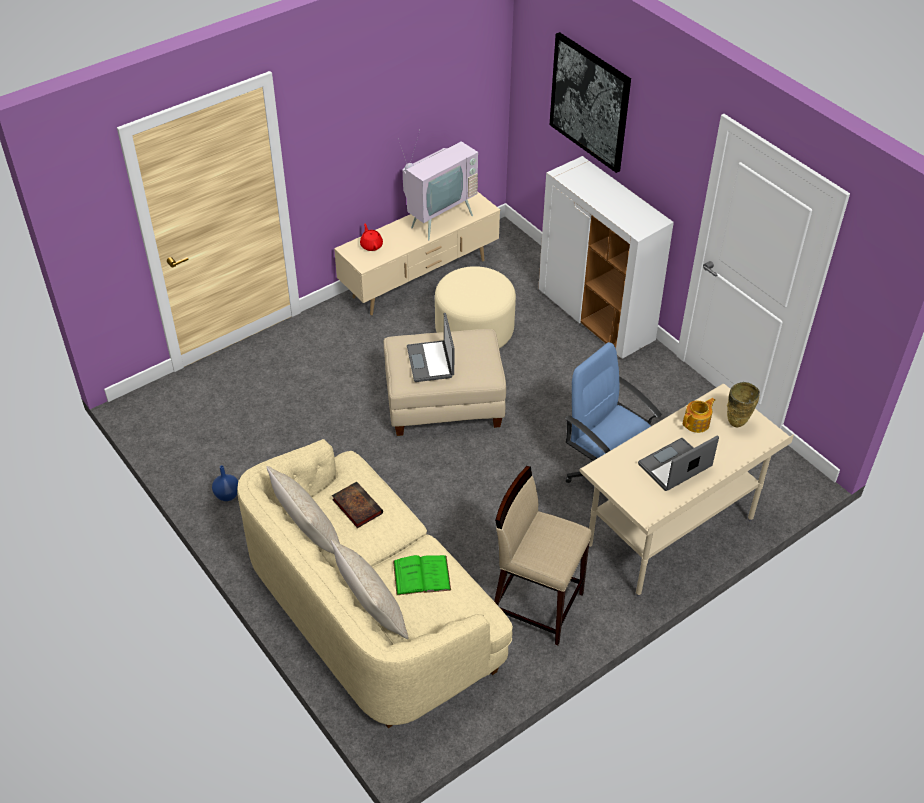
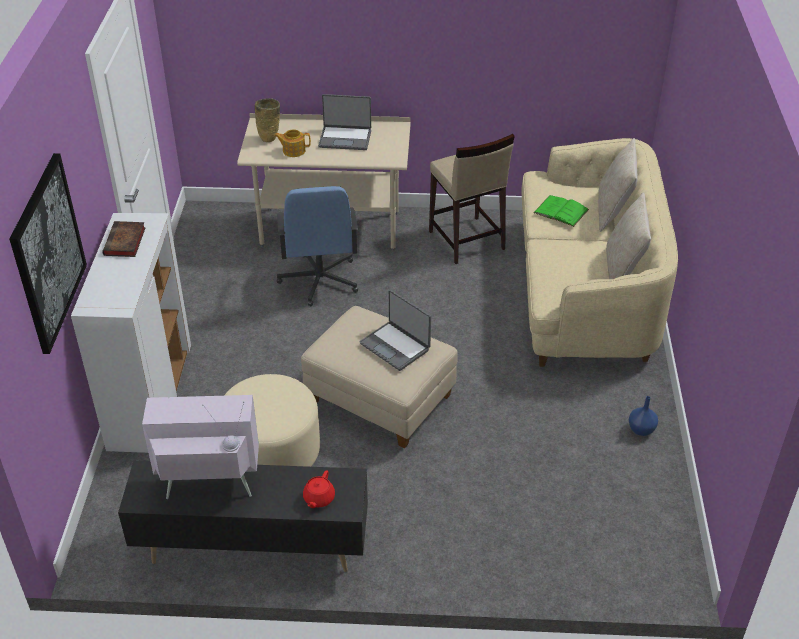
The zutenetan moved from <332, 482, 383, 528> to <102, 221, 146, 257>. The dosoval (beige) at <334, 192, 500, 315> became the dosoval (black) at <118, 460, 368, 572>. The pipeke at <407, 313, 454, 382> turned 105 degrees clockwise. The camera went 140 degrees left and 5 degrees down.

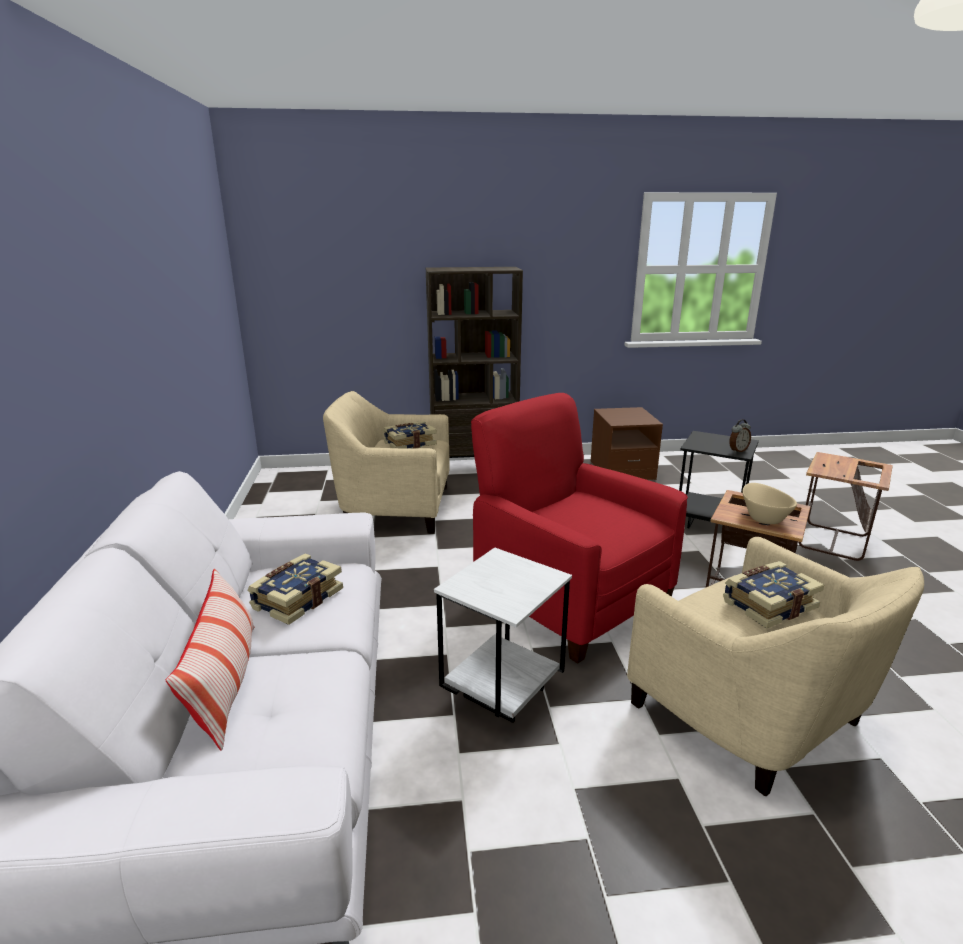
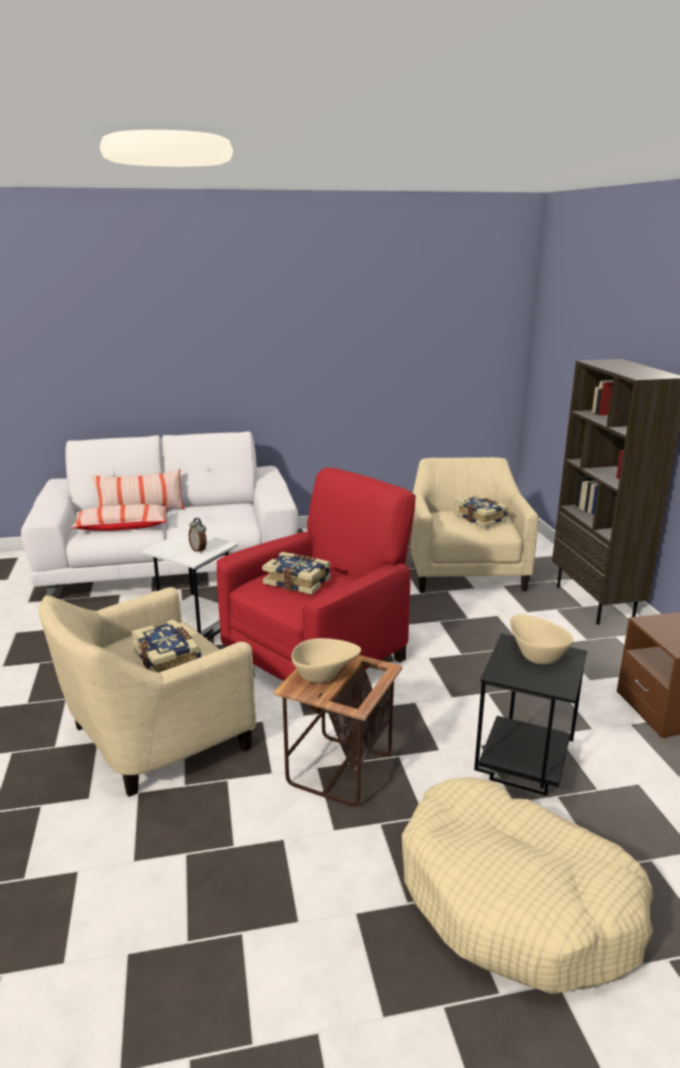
The zutenetan moved from <247, 553, 343, 625> to <262, 552, 331, 595>. The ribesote moved from <729, 419, 751, 453> to <189, 518, 207, 553>. The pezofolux at <798, 452, 893, 561> was replaced by the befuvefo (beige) at <402, 777, 653, 994>. The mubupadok at <71, 504, 167, 531> appeared. The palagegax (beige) at <510, 614, 573, 665> appeared. The camera went 85 degrees right and 0 degrees up.

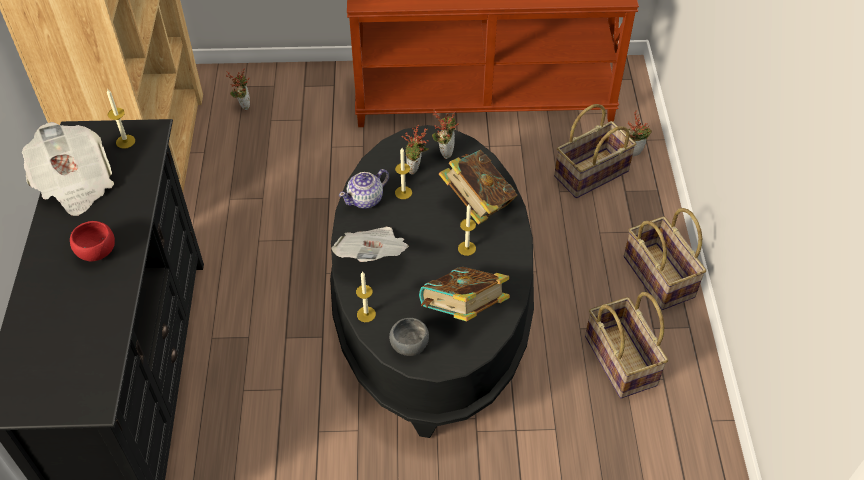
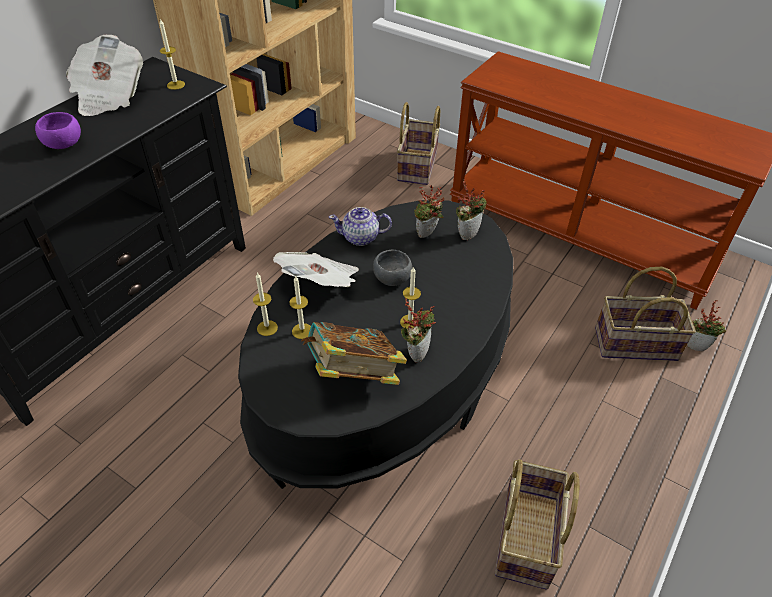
The palagegax (red) at <70, 221, 115, 261> became the palagegax (purple) at <35, 112, 81, 149>. The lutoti moved from <226, 68, 250, 110> to <401, 298, 436, 363>. The palagegax (grey) moved from <389, 318, 429, 356> to <373, 250, 412, 286>. The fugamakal moved from <395, 148, 412, 199> to <290, 275, 311, 339>. The zutenetan at <439, 150, 517, 225> disappeared. The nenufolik moved from <624, 208, 706, 310> to <397, 102, 440, 185>. The camera went 35 degrees right and 5 degrees down.

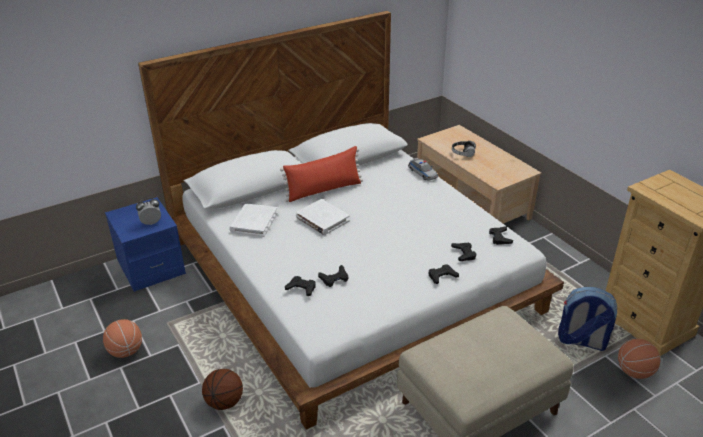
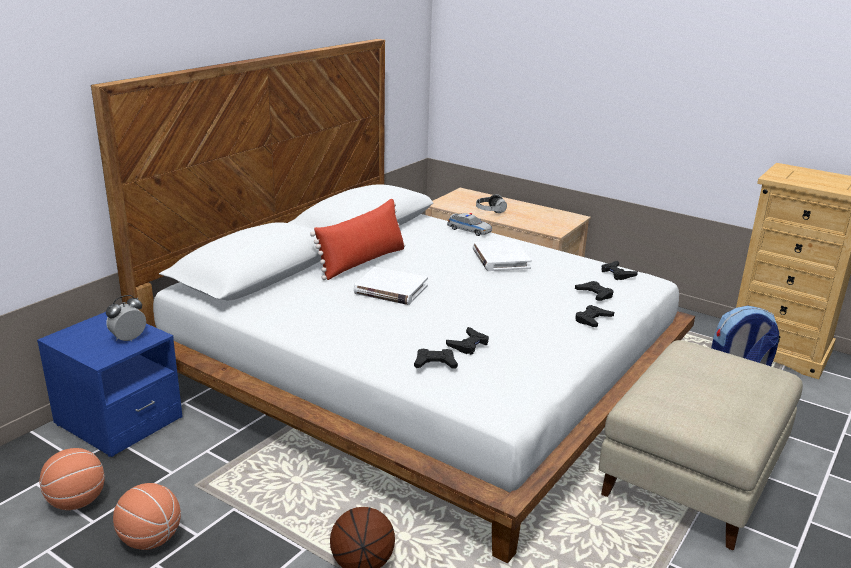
The zutenetan (white) moved from <229, 204, 278, 237> to <473, 240, 532, 271>. The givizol moved from <618, 339, 660, 379> to <40, 448, 105, 510>. The camera went 25 degrees left and 10 degrees down.

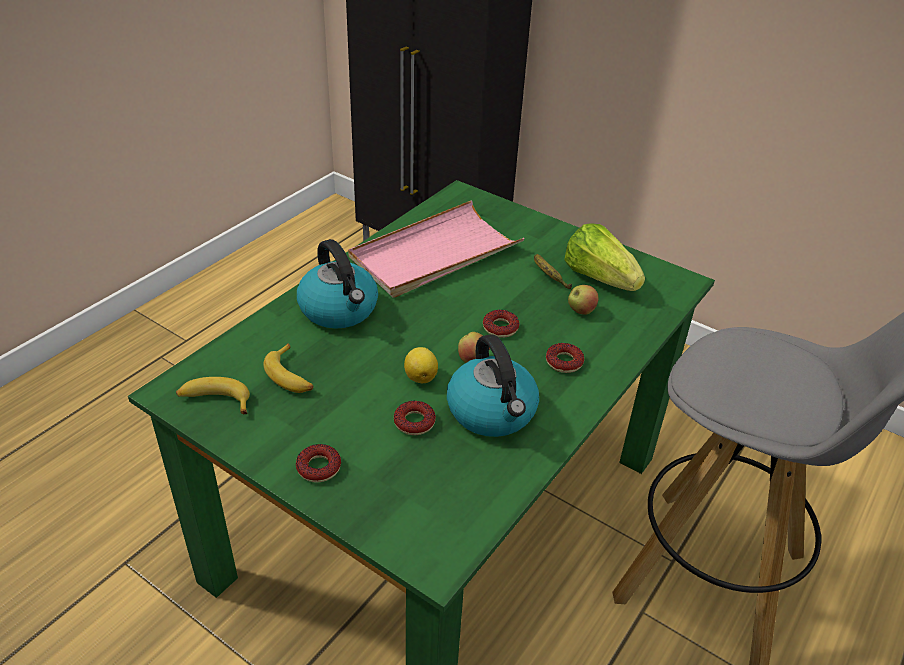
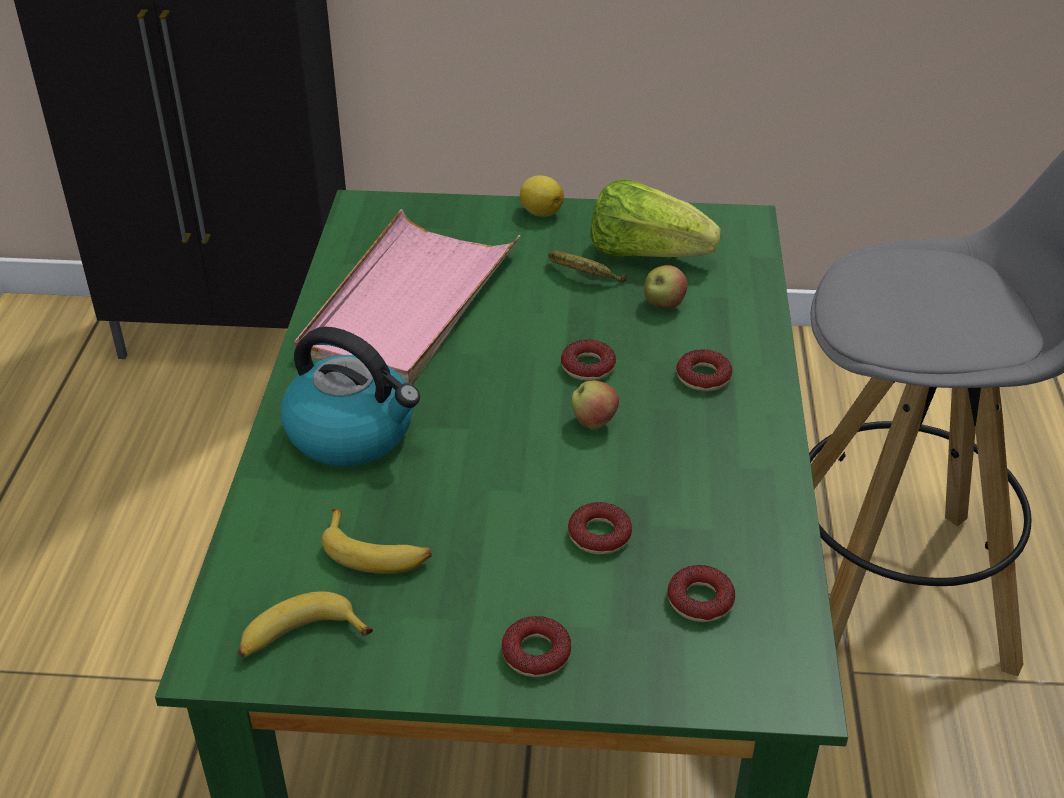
The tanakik moved from <404, 347, 438, 383> to <520, 175, 564, 217>. The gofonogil at <447, 334, 539, 437> disappeared. The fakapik at <667, 565, 735, 622> appeared. The camera went 30 degrees left and 0 degrees up.

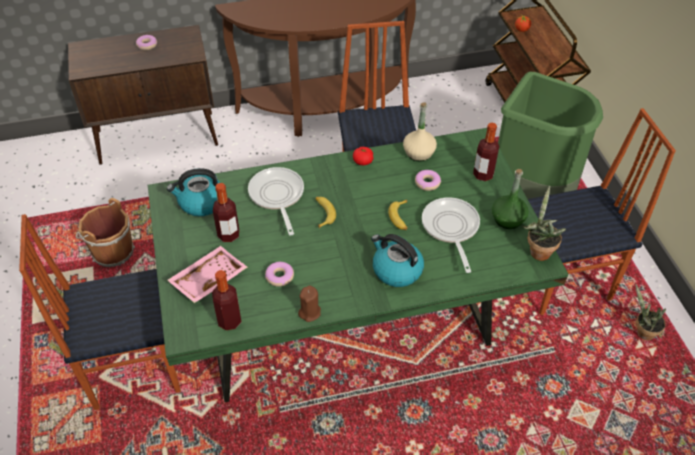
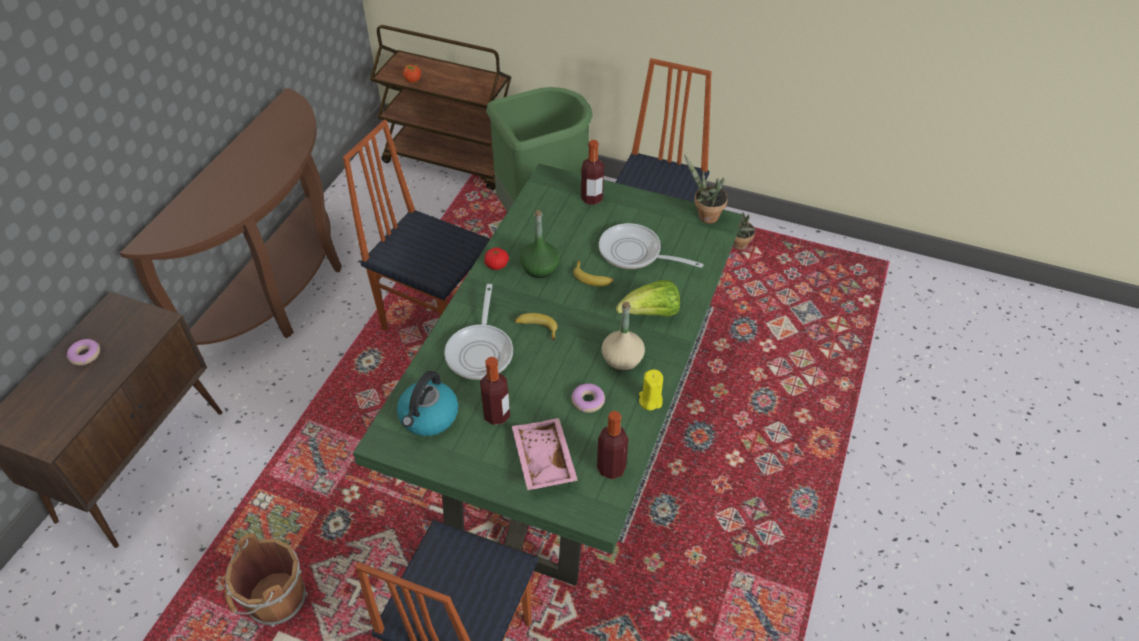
The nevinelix at <248, 167, 304, 236> turned 105 degrees counterclockwise. The fugamakal (brown) at <298, 286, 321, 322> became the fugamakal (yellow) at <639, 369, 663, 410>. The gofonogil at <371, 234, 424, 287> was replaced by the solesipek at <616, 280, 680, 317>. The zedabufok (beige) moved from <403, 102, 437, 161> to <602, 302, 645, 371>. The fakapik at <415, 170, 441, 191> disappeared. The zedabufok (green) moved from <492, 169, 529, 229> to <520, 210, 560, 278>. The camera went 55 degrees left and 0 degrees up.

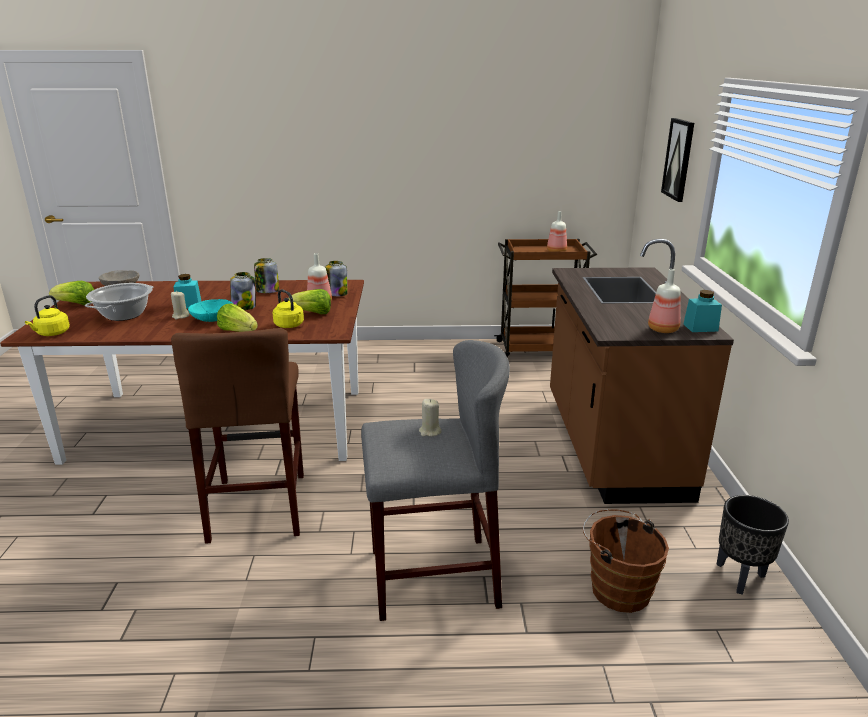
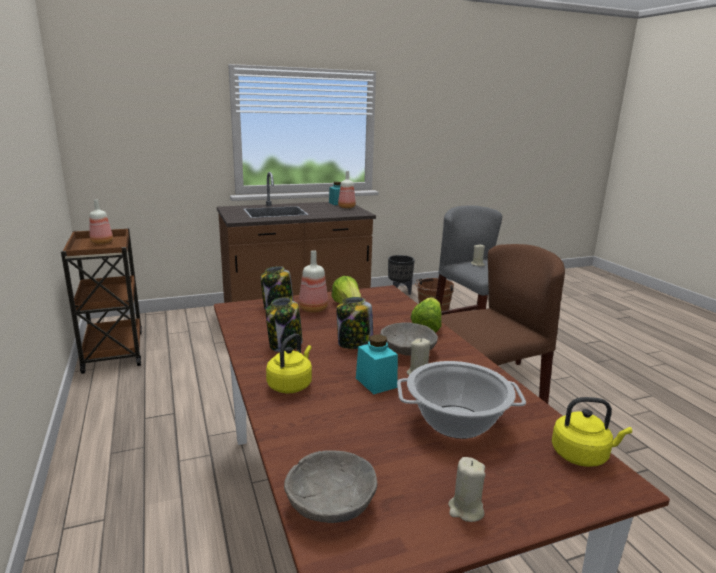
The solesipek at <49, 281, 94, 305> was replaced by the fugamakal (beige) at <448, 457, 485, 522>. The palagegax (turquoise) at <188, 299, 232, 322> became the palagegax (grey) at <380, 322, 438, 356>. The gofonogil (yellow) moved from <273, 289, 304, 328> to <266, 333, 312, 393>. The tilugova at <661, 118, 694, 202> disappeared. The camera went 110 degrees left and 5 degrees down.

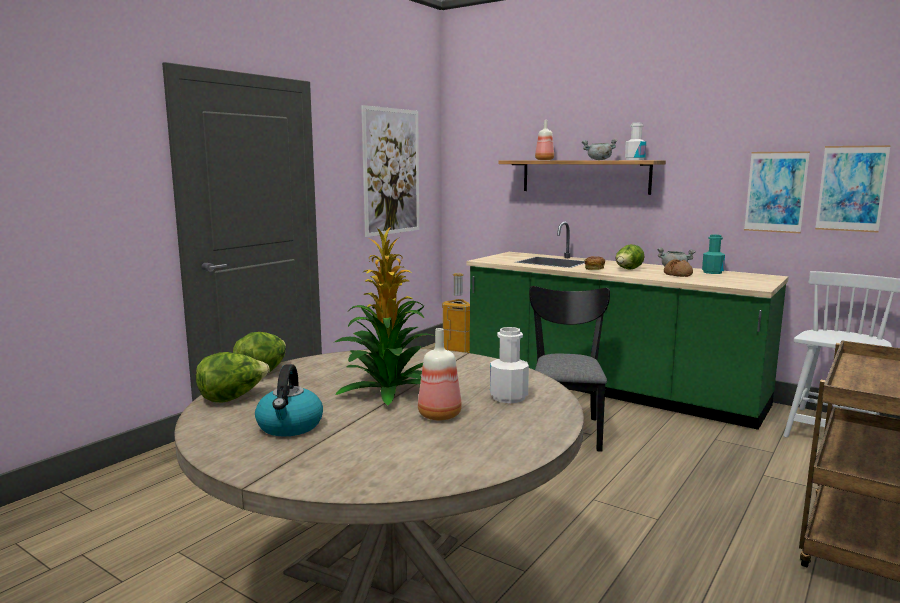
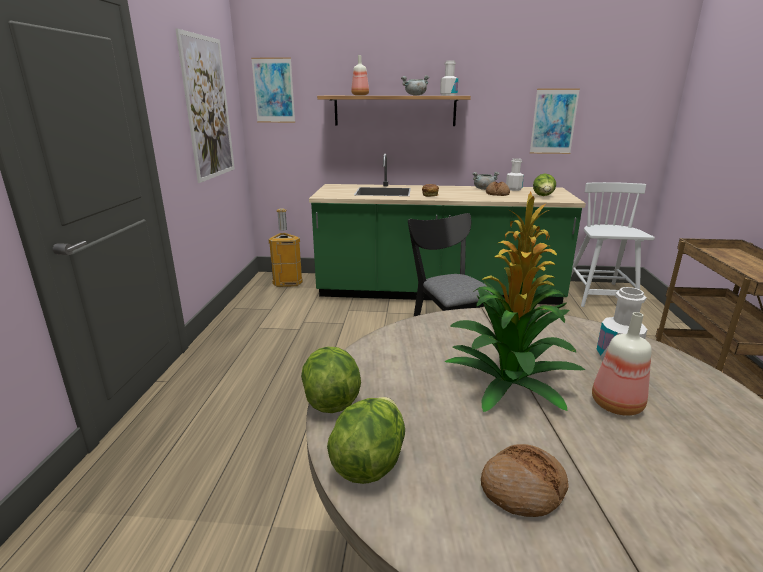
The gofonogil at <255, 364, 323, 437> was replaced by the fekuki at <481, 444, 569, 517>. The solesipek moved from <615, 244, 645, 270> to <533, 173, 556, 196>. The zedabufok (turquoise) at <702, 235, 725, 274> became the zedabufok (white) at <506, 158, 524, 191>. The tilugova moved from <815, 145, 891, 232> to <251, 57, 295, 123>. The camera went 30 degrees left and 10 degrees up.

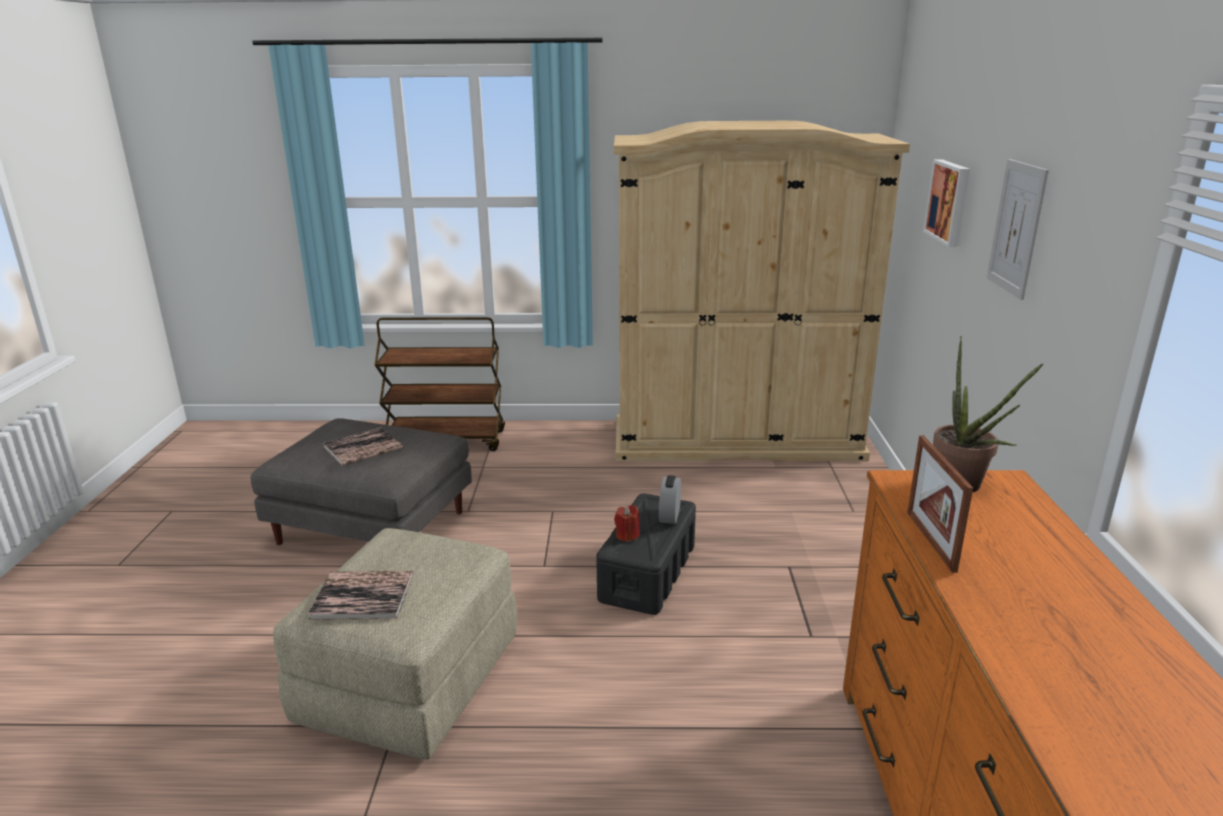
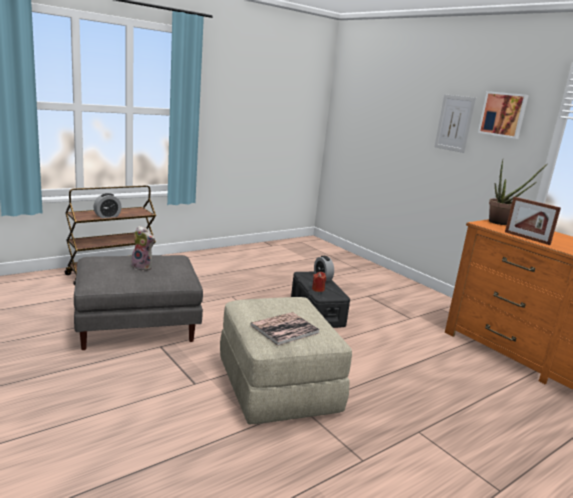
The zutenetan at <323, 427, 403, 466> was replaced by the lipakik at <131, 226, 155, 271>. The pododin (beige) at <614, 121, 910, 461> disappeared. The tilugova moved from <923, 159, 970, 247> to <478, 91, 529, 139>. The ribesote at <93, 193, 122, 218> appeared. The camera went 40 degrees left and 5 degrees down.

